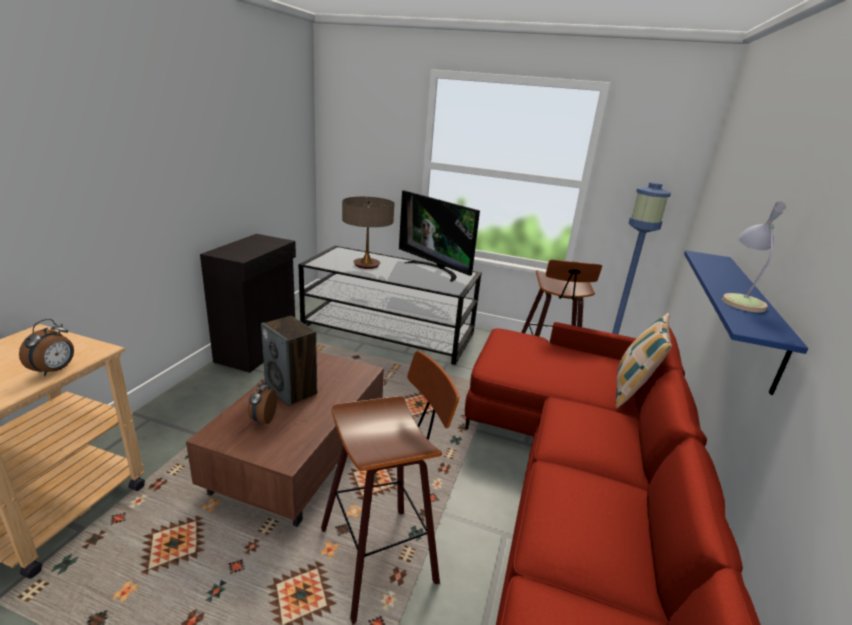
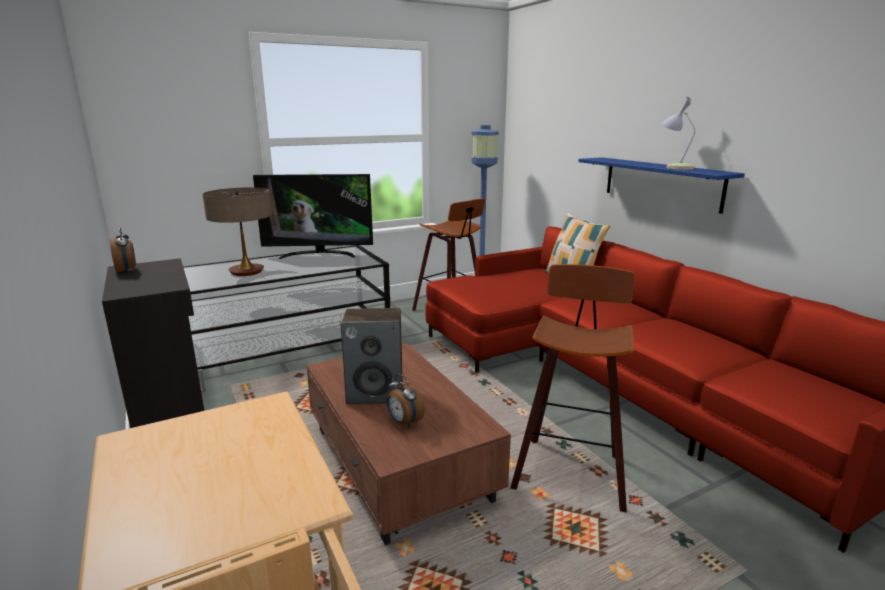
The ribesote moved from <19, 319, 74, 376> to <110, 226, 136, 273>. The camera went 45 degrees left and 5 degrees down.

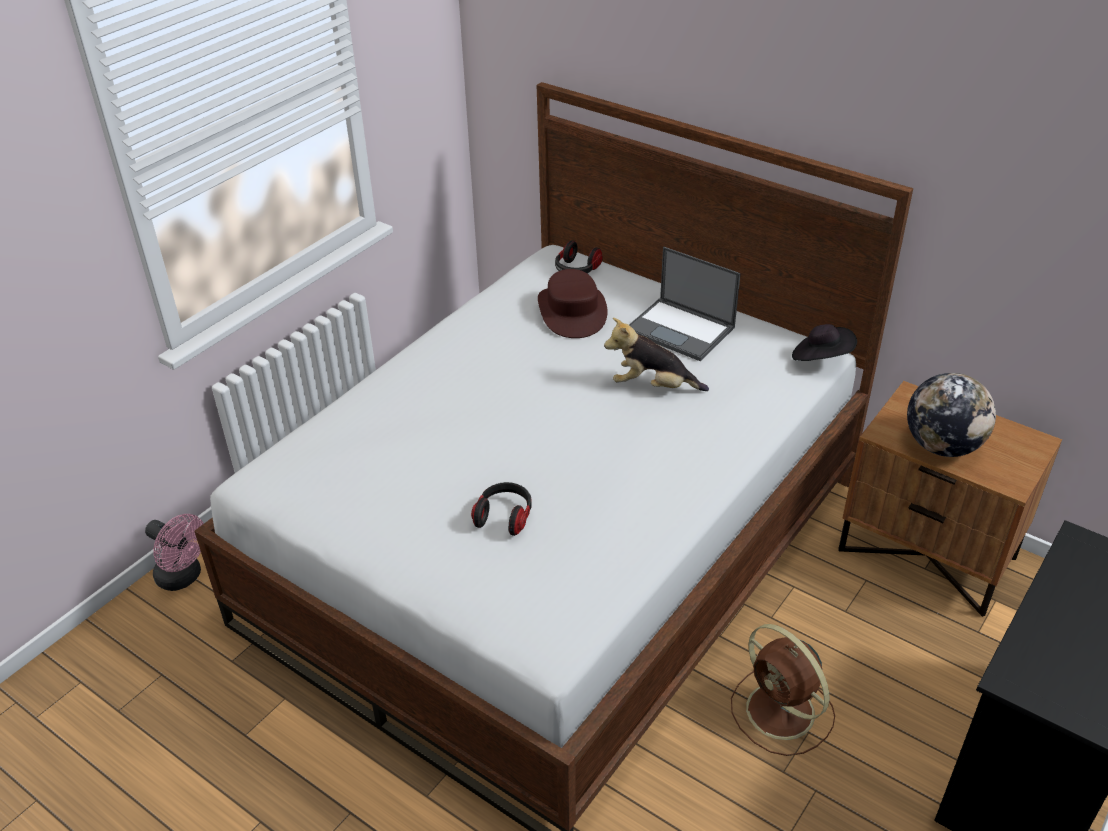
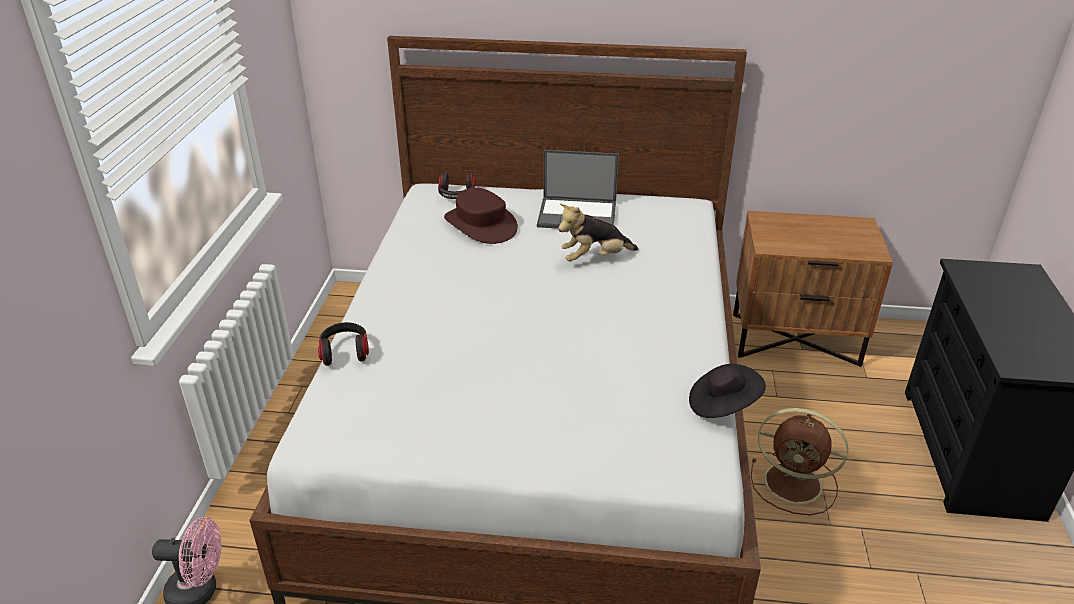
The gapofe moved from <471, 482, 532, 536> to <318, 322, 369, 366>. The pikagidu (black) moved from <792, 324, 857, 361> to <689, 364, 766, 418>. The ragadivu at <907, 373, 996, 457> disappeared. The camera went 30 degrees left and 5 degrees down.

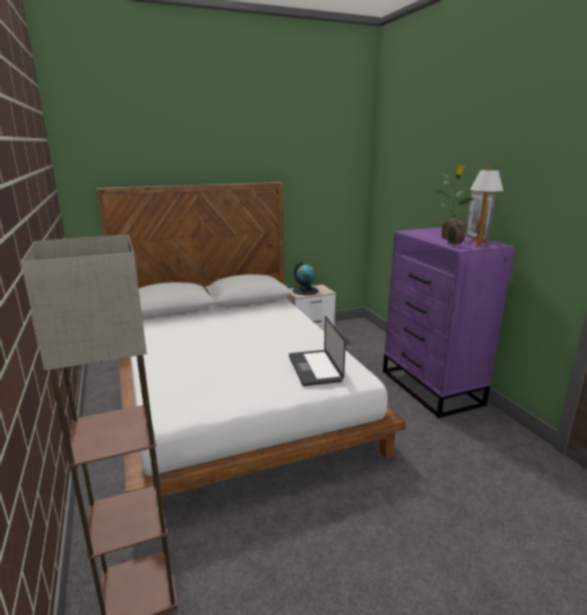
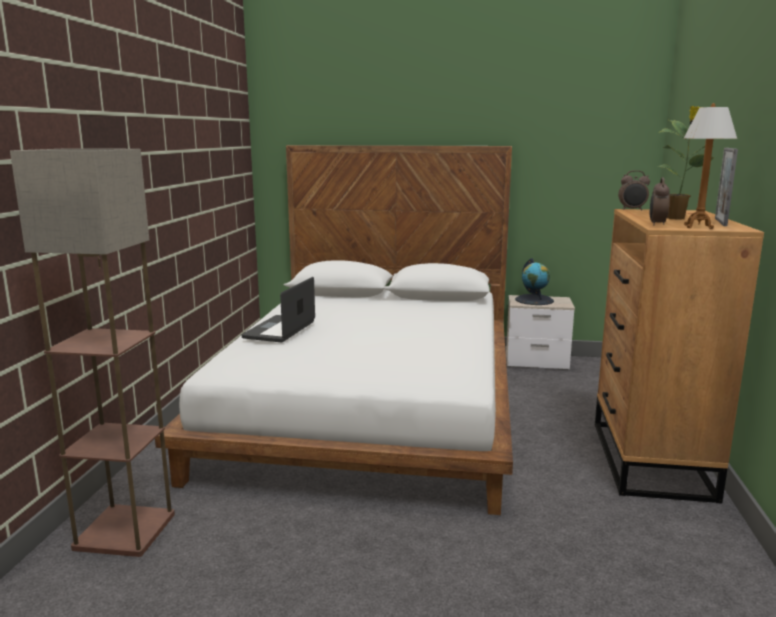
The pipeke moved from <289, 316, 346, 386> to <241, 277, 315, 342>. The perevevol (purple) at <383, 227, 515, 418> became the perevevol (brown) at <595, 209, 764, 504>. The ribesote at <618, 170, 650, 211> appeared. The camera went 30 degrees right and 5 degrees down.

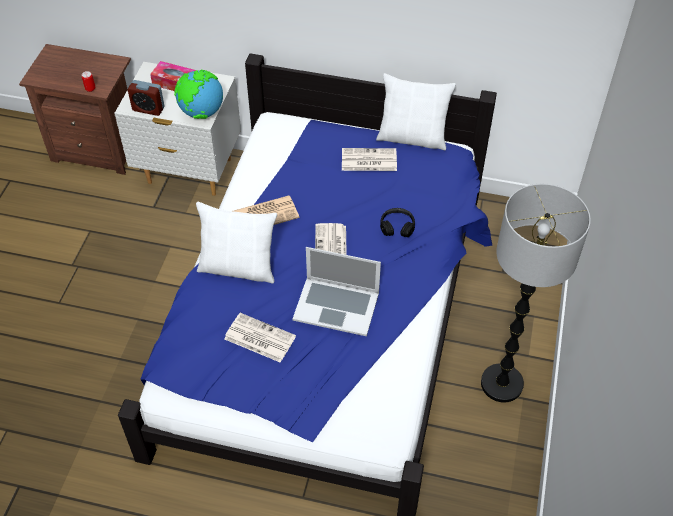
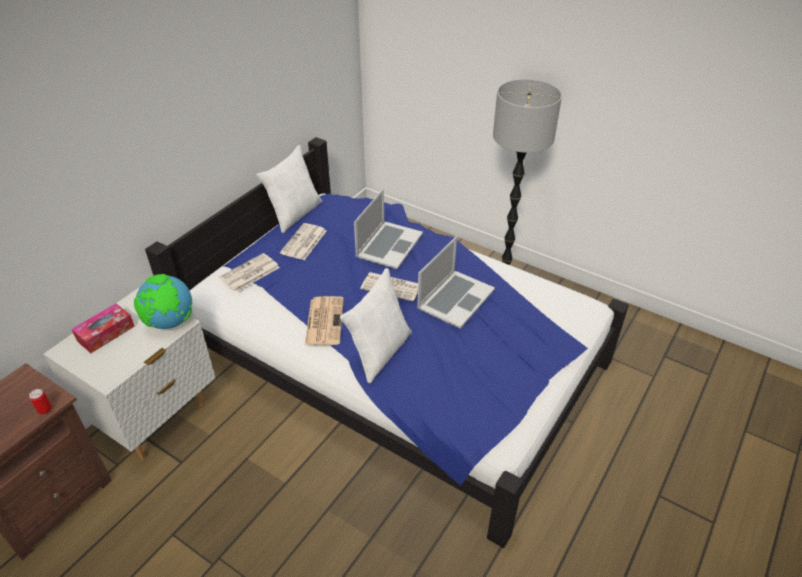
The ribesote at <128, 80, 165, 116> disappeared. The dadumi moved from <224, 313, 296, 363> to <219, 253, 280, 292>. The gapofe (black) at <380, 208, 415, 237> was replaced by the pipeke at <354, 189, 423, 269>. The camera went 70 degrees left and 10 degrees down.

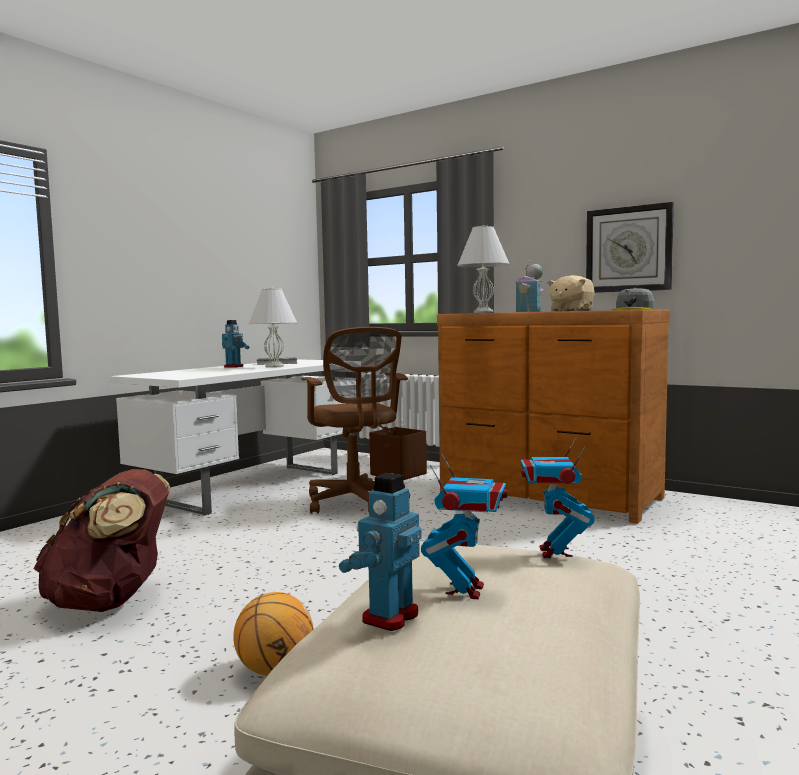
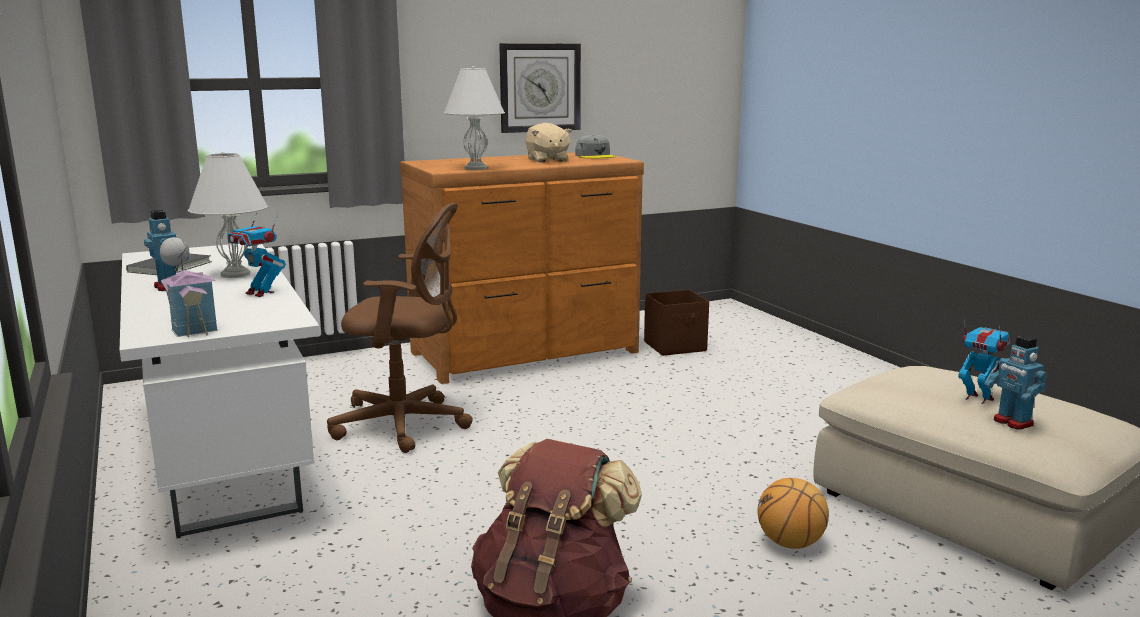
The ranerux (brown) moved from <369, 427, 427, 480> to <644, 290, 709, 356>. The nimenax moved from <515, 259, 543, 312> to <160, 237, 217, 337>. The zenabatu moved from <521, 437, 594, 558> to <227, 211, 286, 297>. The camera went 60 degrees left and 10 degrees up.

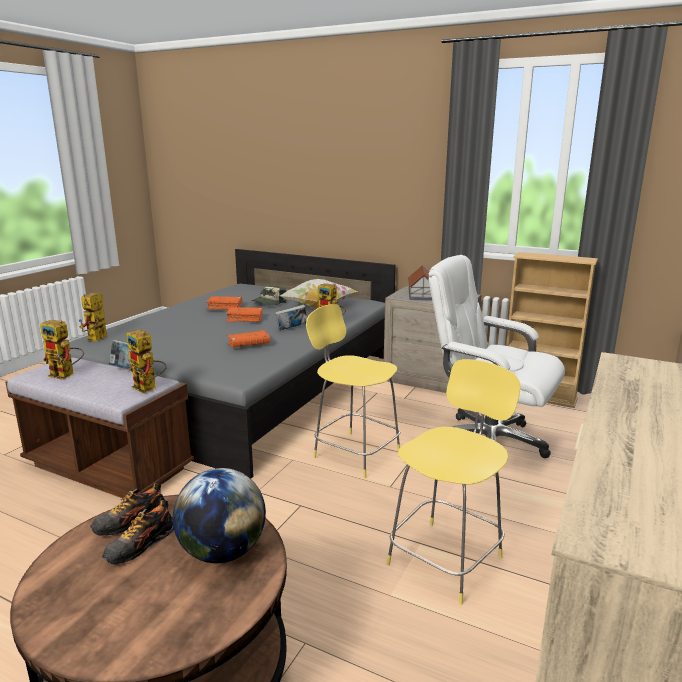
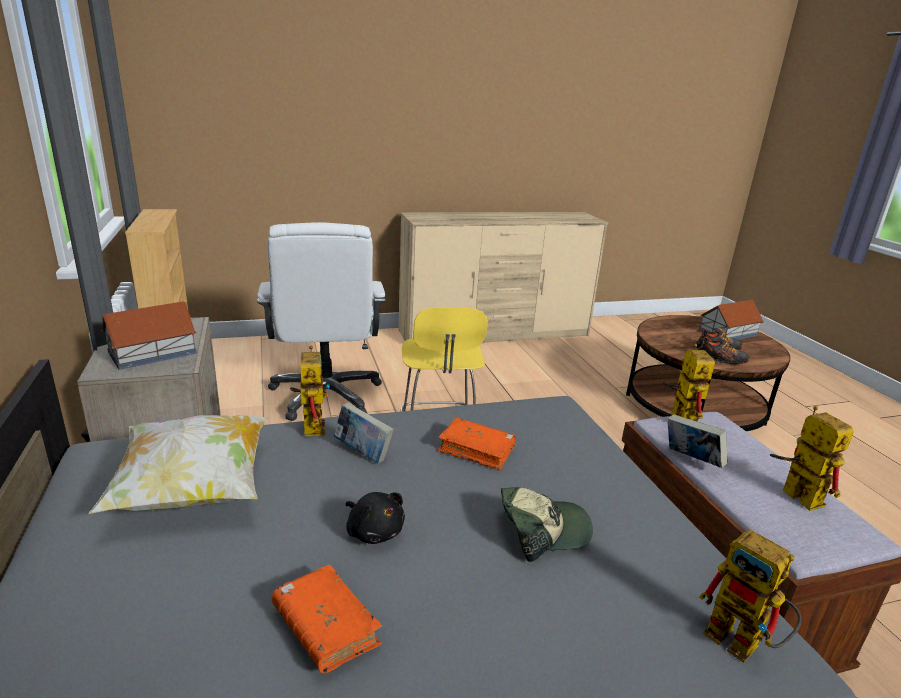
The zenabatu at <79, 293, 107, 341> turned 75 degrees clockwise. The ragadivu at <173, 468, 266, 563> disappeared. The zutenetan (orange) at <226, 307, 263, 322> was replaced by the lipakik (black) at <346, 492, 405, 544>. The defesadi moved from <252, 285, 286, 306> to <501, 487, 593, 562>. The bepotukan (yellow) at <387, 359, 521, 605> disappeared. The nimenax at <699, 300, 764, 340> appeared. The camera went 135 degrees left and 5 degrees up.

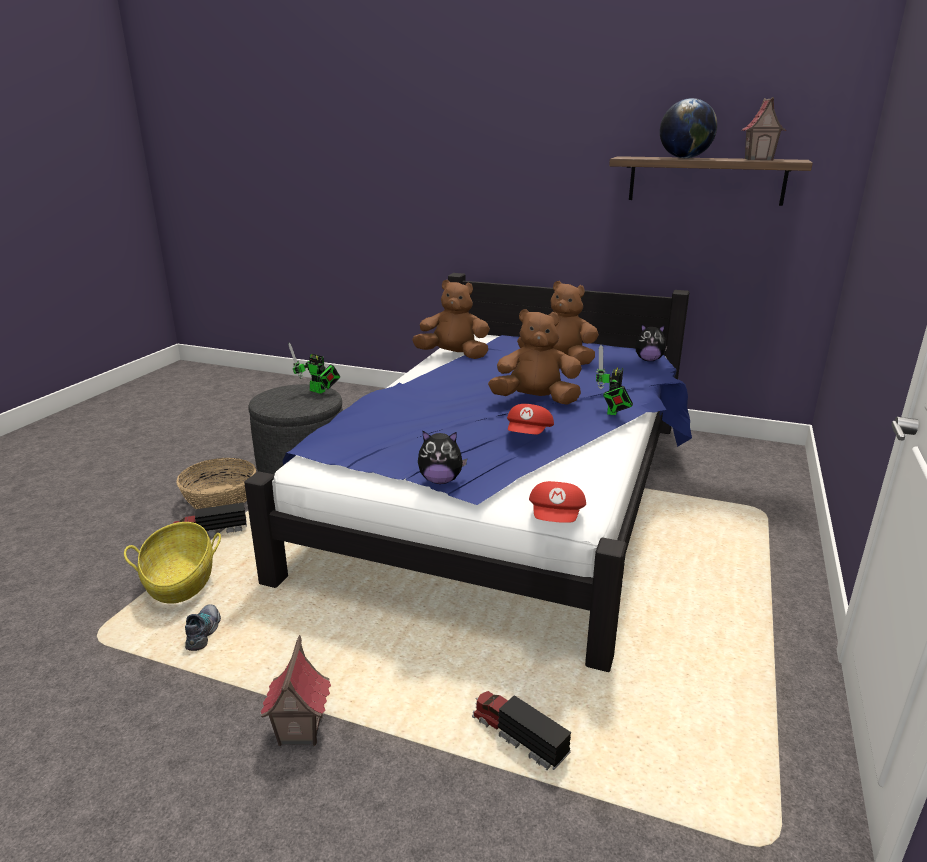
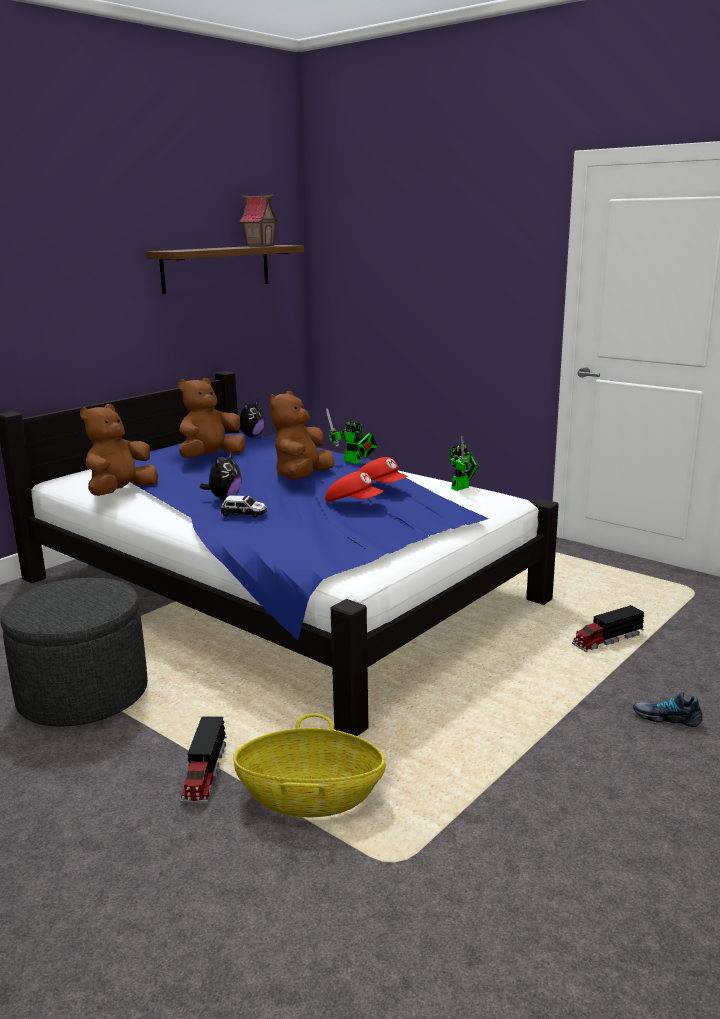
The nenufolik at <176, 458, 256, 509> disappeared. The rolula moved from <185, 604, 221, 651> to <633, 692, 703, 727>. The nimenax at <261, 635, 331, 746> disappeared. The zenabatu moved from <288, 343, 340, 394> to <450, 436, 479, 491>. The lipakik moved from <418, 430, 467, 484> to <200, 451, 242, 499>. The defesadi (red) moved from <529, 481, 586, 523> to <325, 471, 383, 502>. The ragadivu at <660, 98, 717, 158> disappeared. The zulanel at <221, 495, 267, 518> appeared. The camera went 70 degrees left and 5 degrees down.

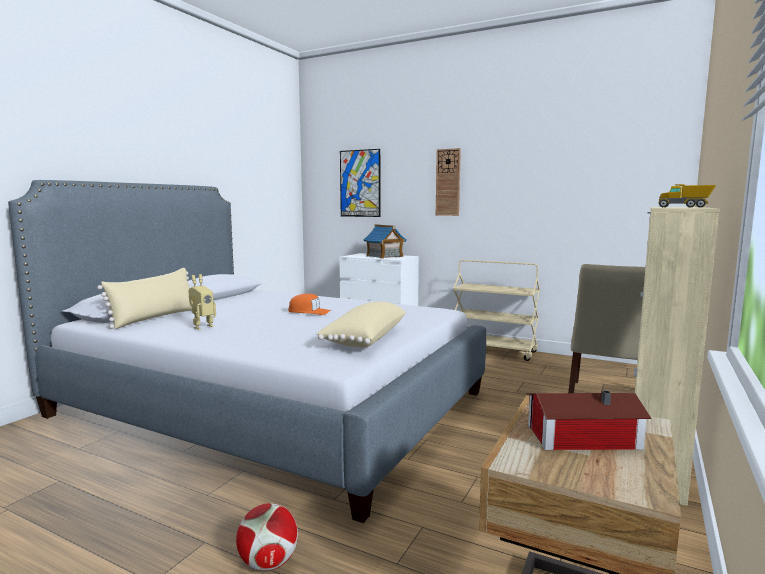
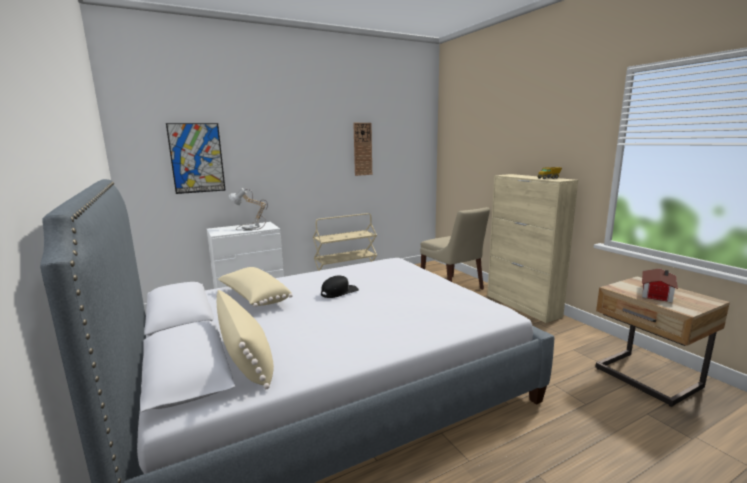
The zenabatu at <188, 274, 216, 330> disappeared. The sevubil at <236, 503, 298, 571> disappeared. The defesadi (orange) at <288, 294, 332, 315> became the defesadi (black) at <321, 276, 359, 298>. The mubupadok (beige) moved from <317, 302, 406, 347> to <218, 267, 293, 307>. The nimenax at <363, 224, 406, 259> was replaced by the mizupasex at <229, 188, 268, 231>. The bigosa moved from <436, 148, 461, 216> to <353, 123, 372, 176>. The camera went 55 degrees left and 5 degrees up.

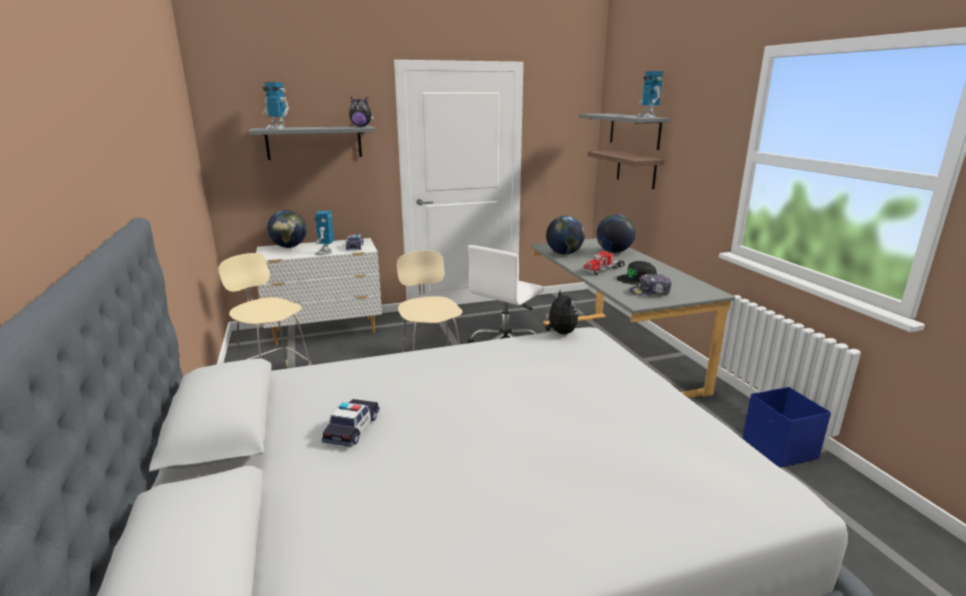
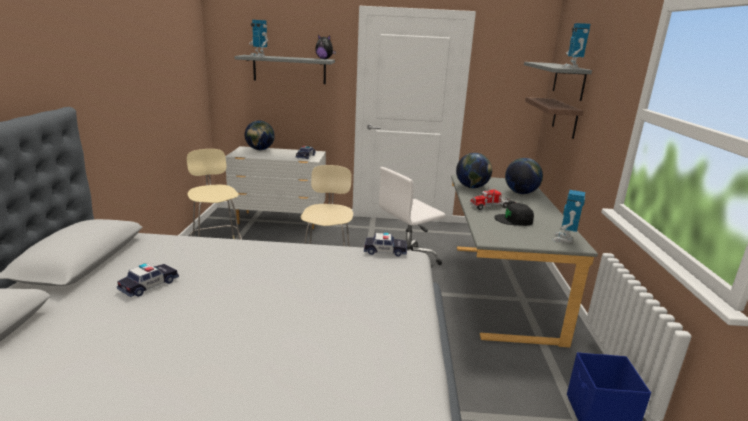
The zenabatu moved from <314, 211, 334, 255> to <553, 190, 585, 243>. The lipakik at <545, 290, 578, 335> was replaced by the zulanel at <364, 233, 407, 256>. The defesadi at <629, 273, 671, 295> disappeared. The camera went 20 degrees right and 0 degrees up.

